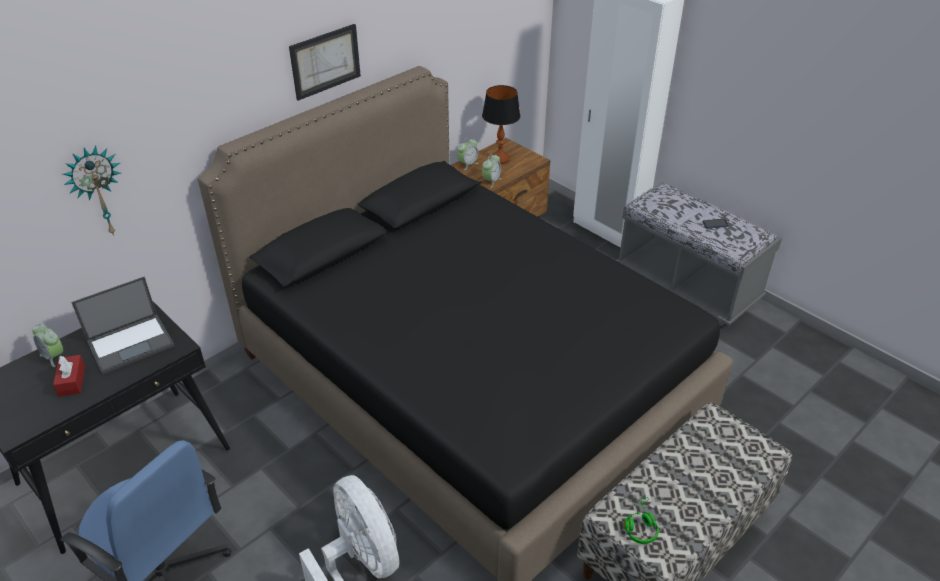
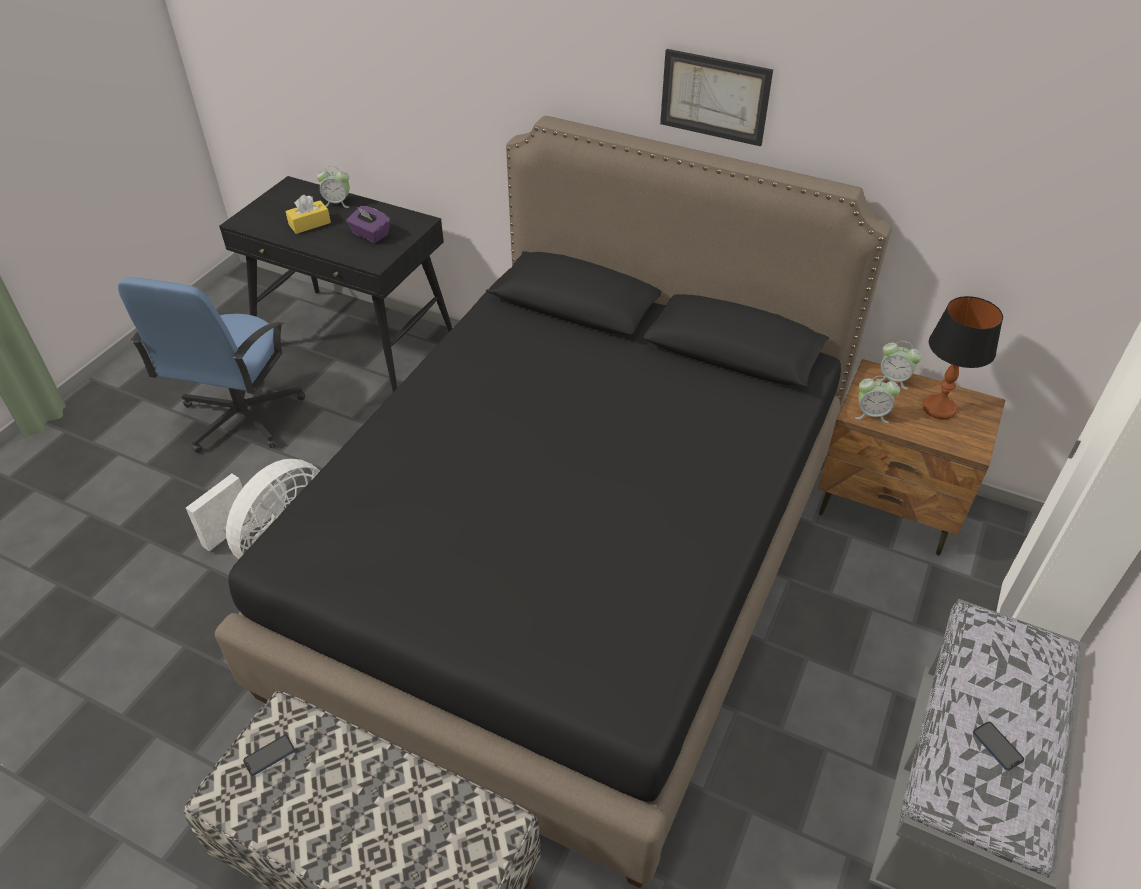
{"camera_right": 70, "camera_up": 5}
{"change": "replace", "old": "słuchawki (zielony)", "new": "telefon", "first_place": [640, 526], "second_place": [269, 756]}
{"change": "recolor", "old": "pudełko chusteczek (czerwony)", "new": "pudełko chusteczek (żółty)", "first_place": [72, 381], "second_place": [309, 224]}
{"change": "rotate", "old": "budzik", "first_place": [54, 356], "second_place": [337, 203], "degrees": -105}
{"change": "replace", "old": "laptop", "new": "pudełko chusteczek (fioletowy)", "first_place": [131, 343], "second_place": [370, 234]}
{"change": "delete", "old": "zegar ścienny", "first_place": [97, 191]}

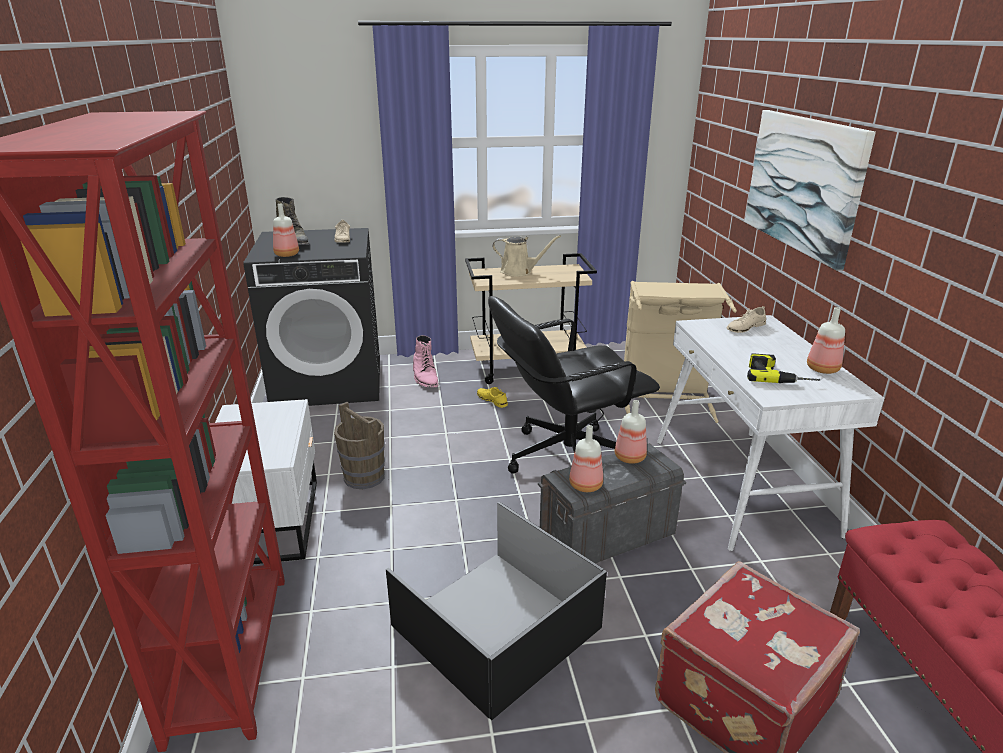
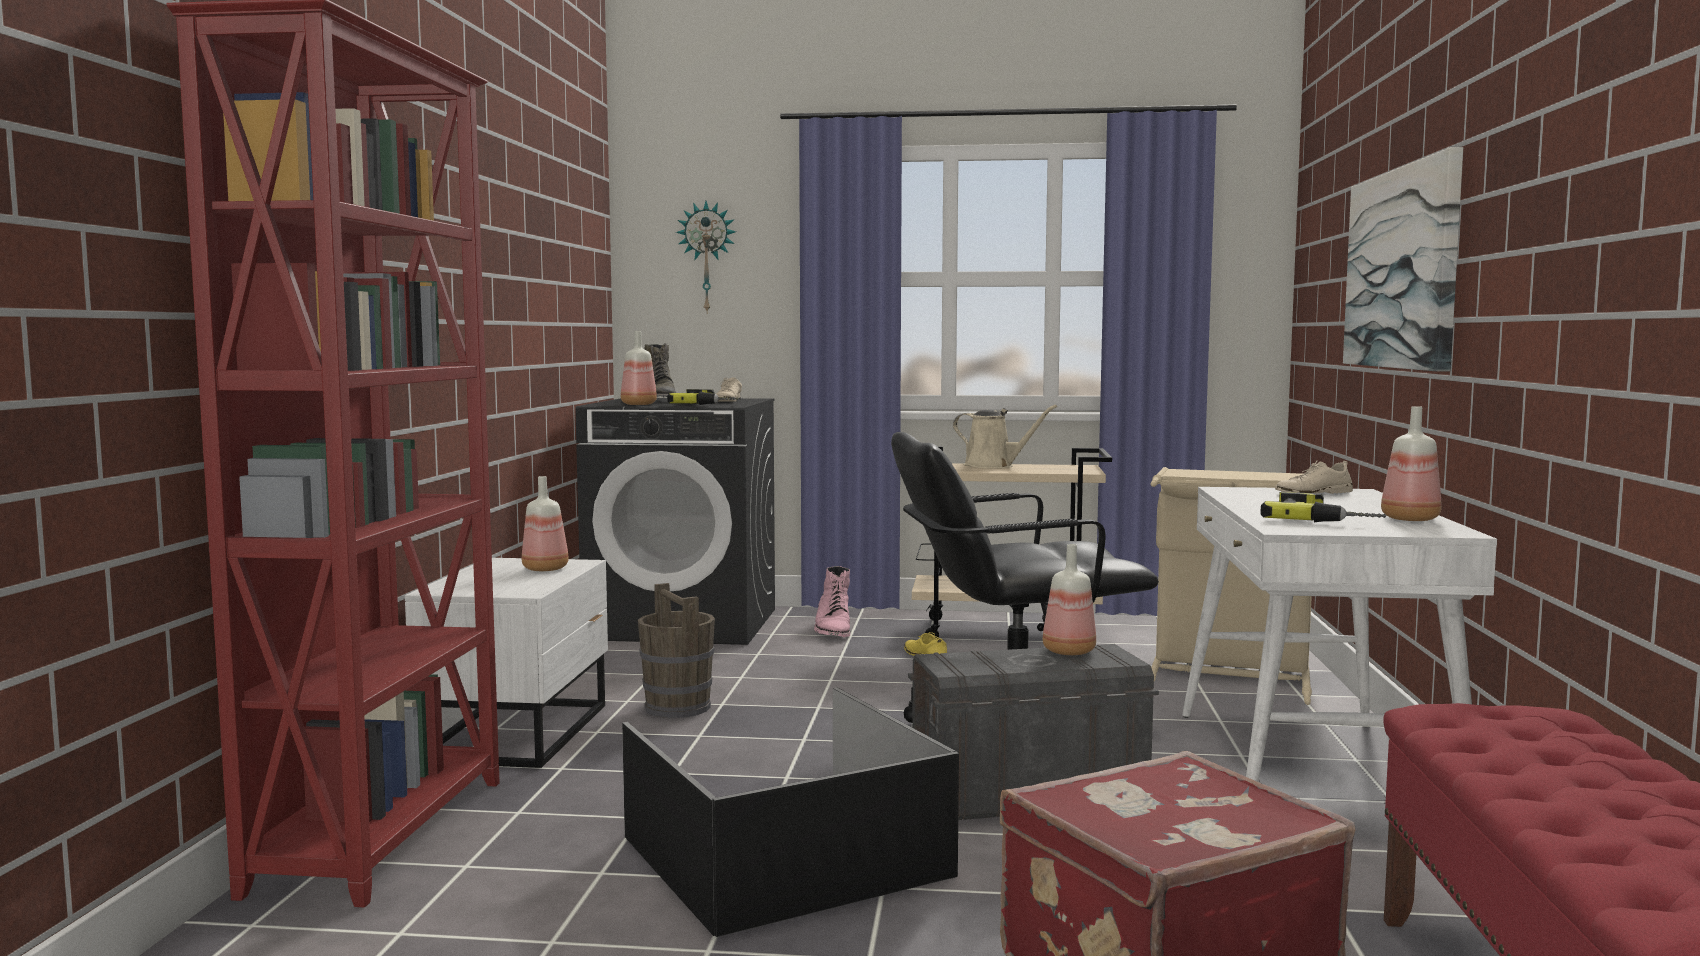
{"camera_right": 15, "camera_up": -20}
{"change": "move", "old": "butelka", "first_place": [585, 485], "second_place": [545, 569]}
{"change": "insert", "new": "wiertarka", "second_place": [710, 404]}
{"change": "insert", "new": "zegar ścienny", "second_place": [707, 257]}

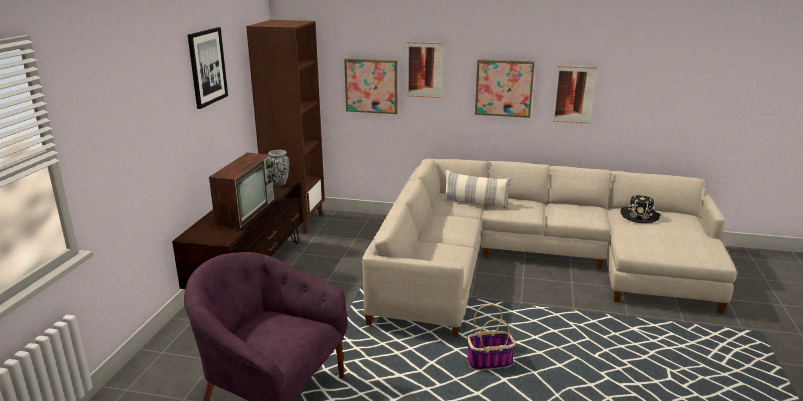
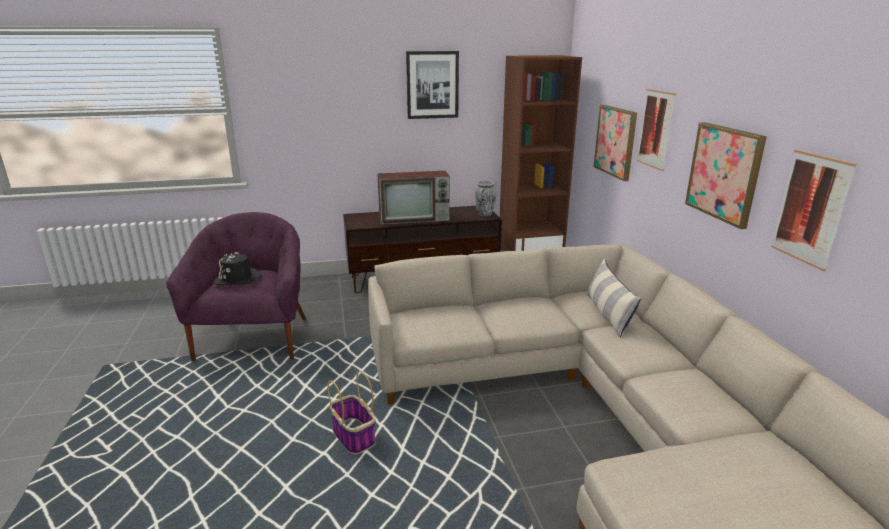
{"camera_right": 65, "camera_up": 0}
{"change": "move", "old": "kapelusz (czarny)", "first_place": [640, 216], "second_place": [237, 278]}

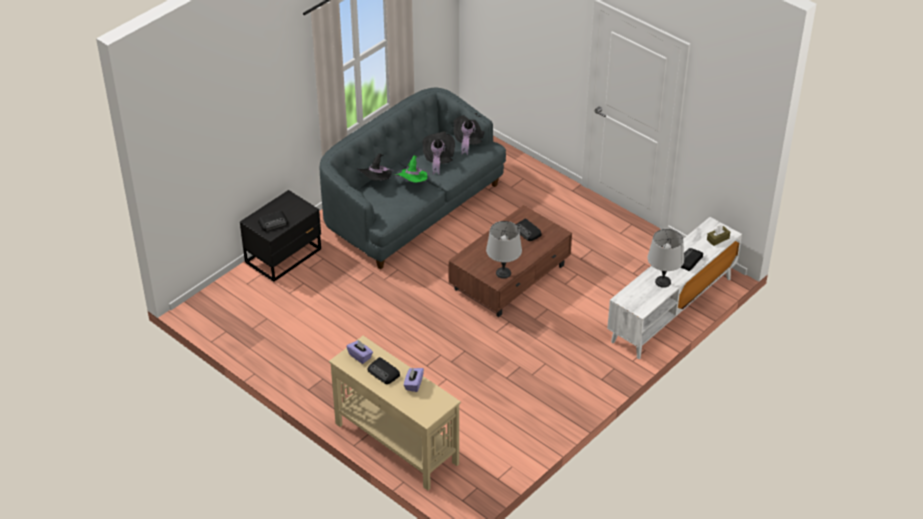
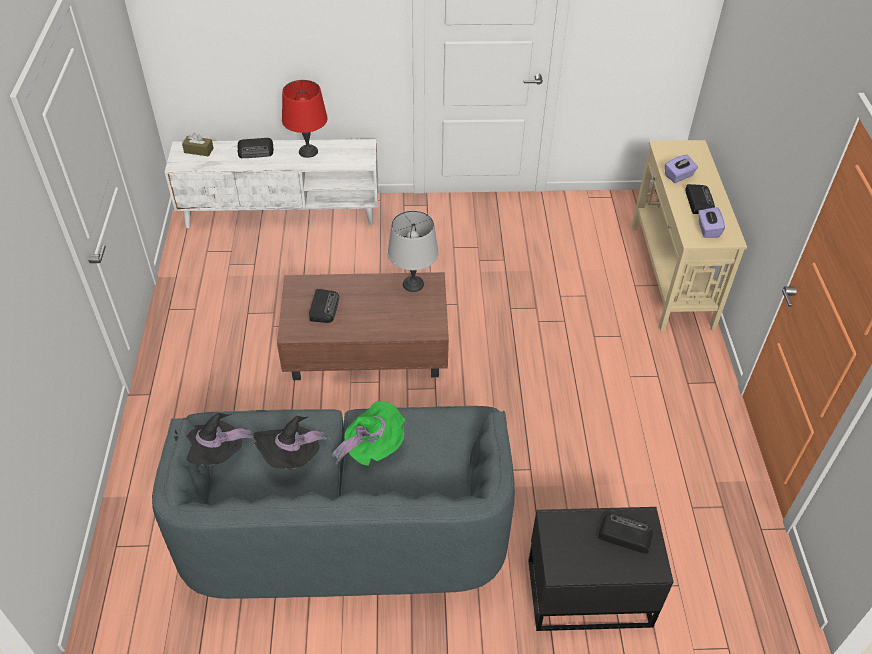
{"camera_right": -135, "camera_up": 5}
{"change": "recolor", "old": "lampa stołowa (szary)", "new": "lampa stołowa (czerwony)", "first_place": [663, 282], "second_place": [308, 151]}
{"change": "delete", "old": "kapelusz (czarny)", "first_place": [376, 182]}

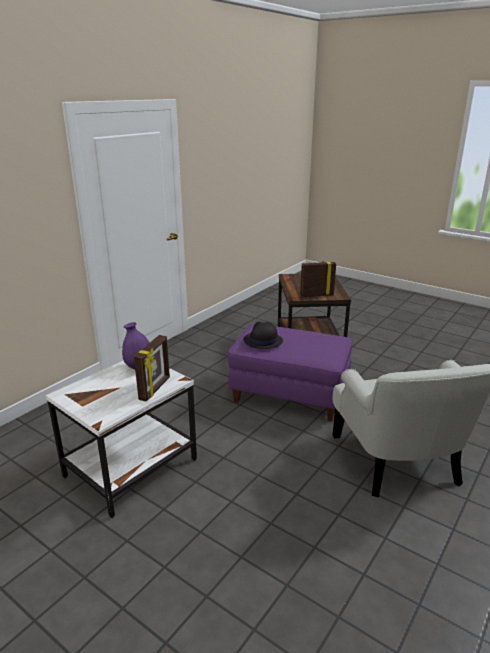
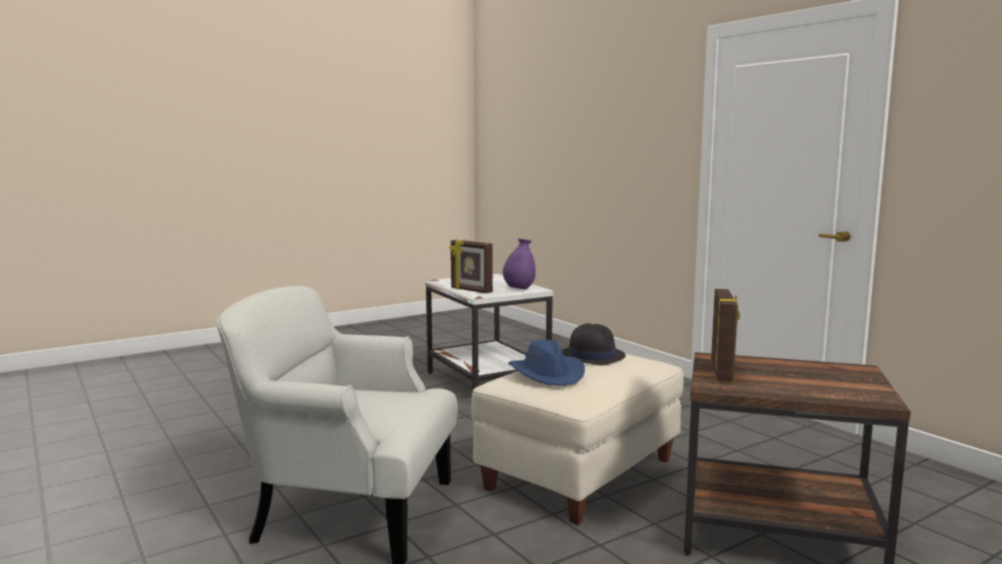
{"camera_right": 110, "camera_up": -15}
{"change": "recolor", "old": "pufa (fioletowy)", "new": "pufa (beżowy)", "first_place": [289, 394], "second_place": [581, 474]}
{"change": "insert", "new": "kapelusz (niebieski)", "second_place": [547, 374]}

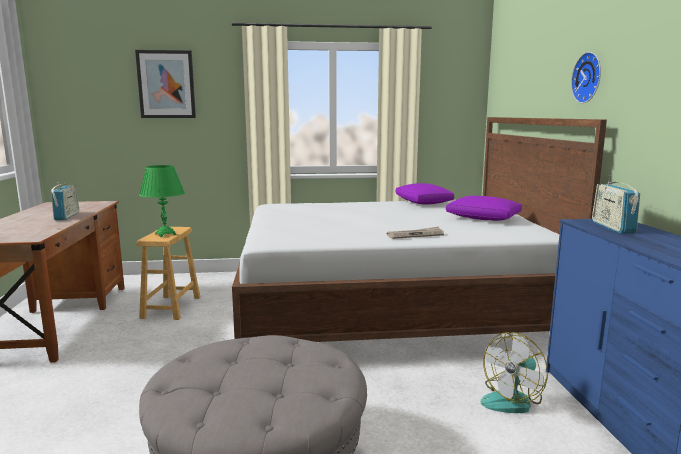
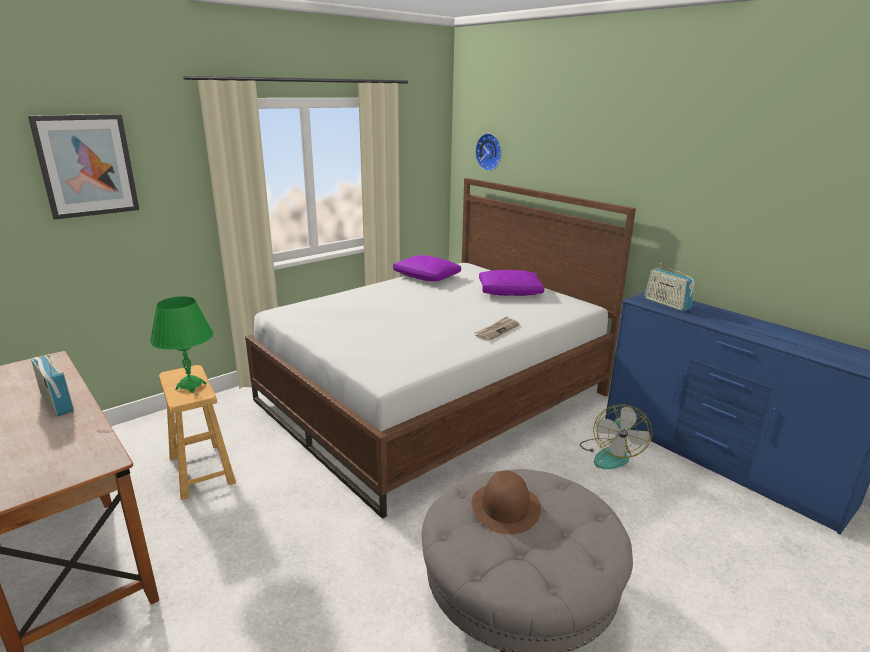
{"camera_right": -35, "camera_up": 10}
{"change": "insert", "new": "kapelusz (brązowy)", "second_place": [505, 507]}
{"change": "move", "old": "zegar ścienny", "first_place": [589, 77], "second_place": [490, 152]}

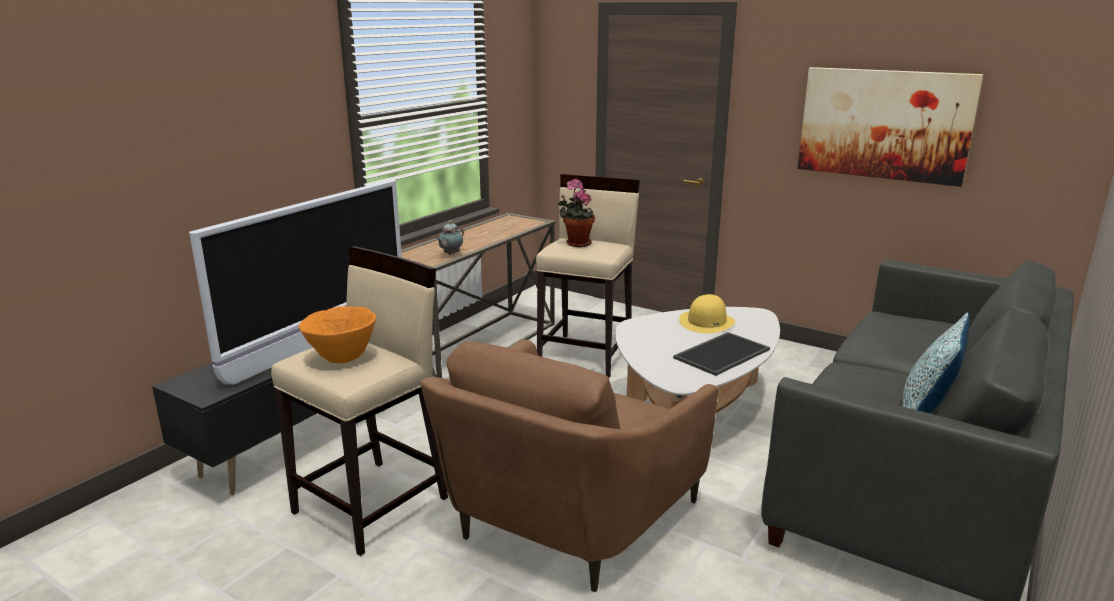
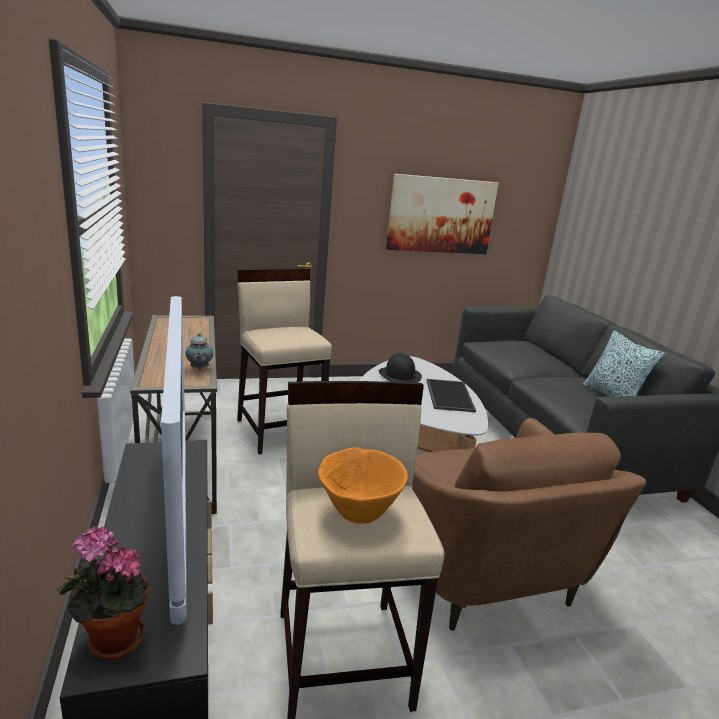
{"camera_right": -50, "camera_up": 0}
{"change": "move", "old": "roślina doniczkowa", "first_place": [576, 243], "second_place": [111, 641]}
{"change": "recolor", "old": "kapelusz (żółty)", "new": "kapelusz (czarny)", "first_place": [706, 322], "second_place": [400, 375]}

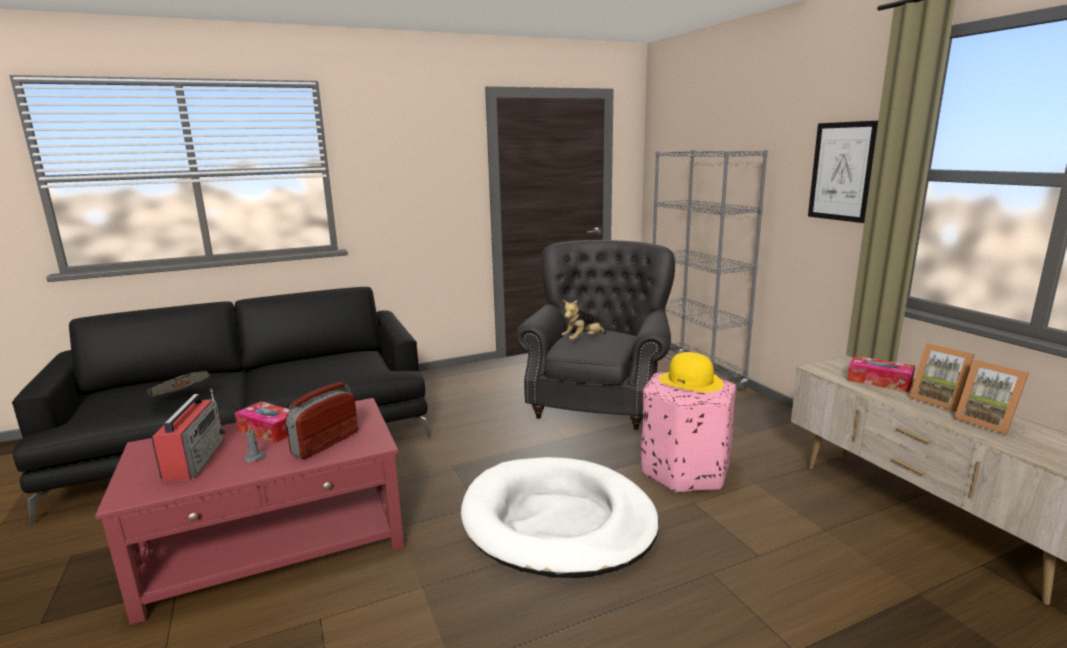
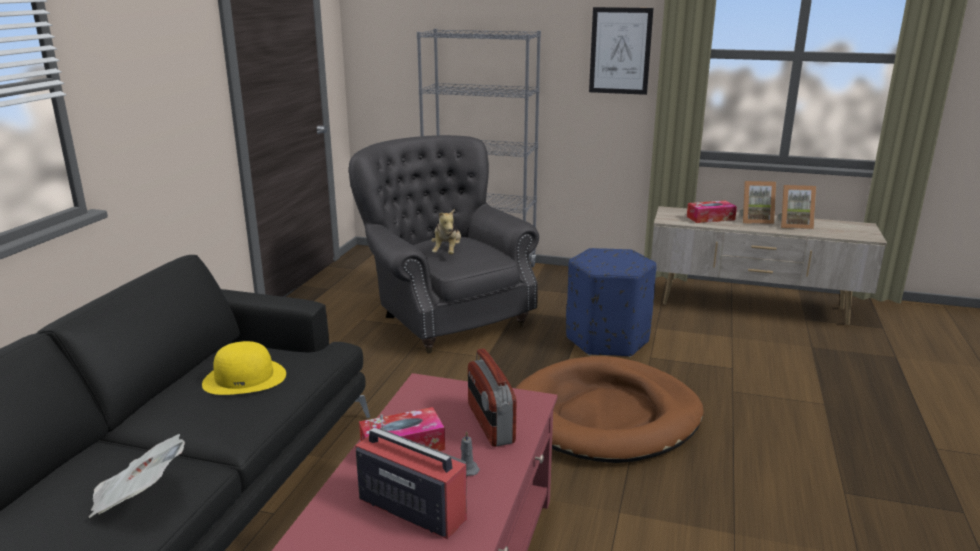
{"camera_right": -50, "camera_up": 5}
{"change": "move", "old": "kapelusz (żółty)", "first_place": [691, 381], "second_place": [245, 378]}
{"change": "recolor", "old": "legowisko (biały)", "new": "legowisko (brązowy)", "first_place": [558, 521], "second_place": [606, 415]}
{"change": "recolor", "old": "pufa (różowy)", "new": "pufa (niebieski)", "first_place": [685, 471], "second_place": [608, 340]}

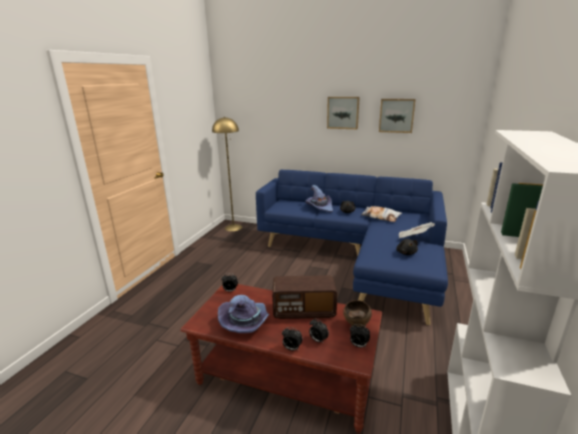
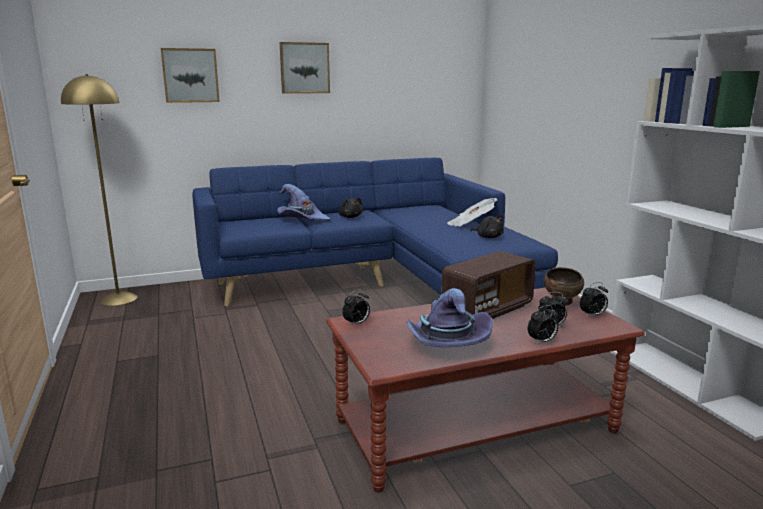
{"camera_right": -40, "camera_up": -5}
{"change": "move", "old": "obraz", "first_place": [396, 115], "second_place": [190, 75]}
{"change": "delete", "old": "poduszka", "first_place": [380, 217]}

